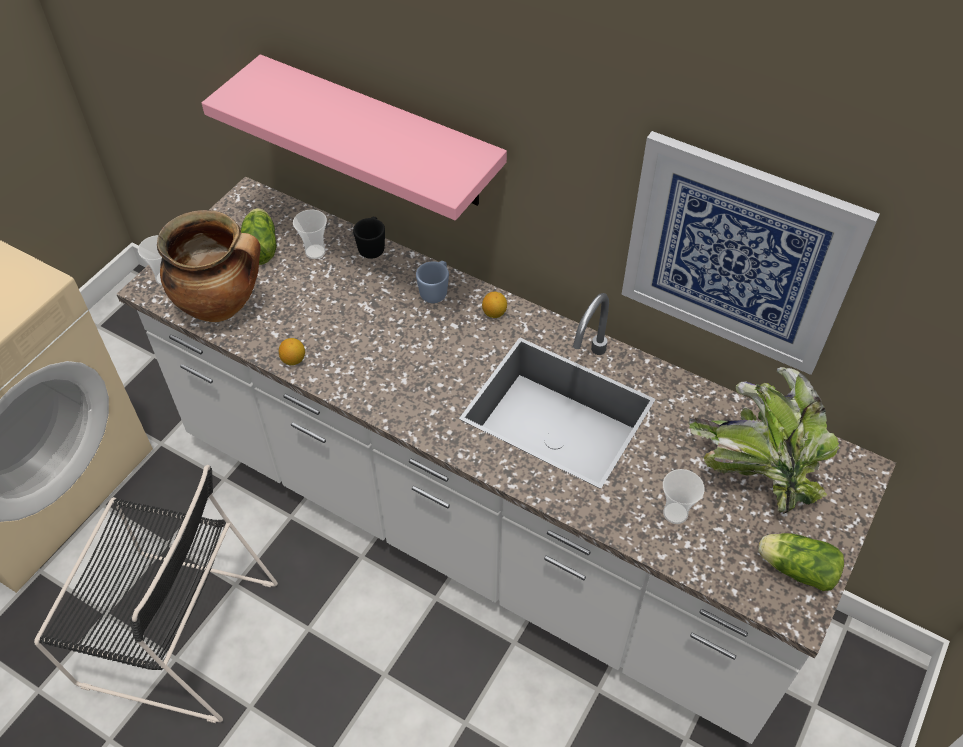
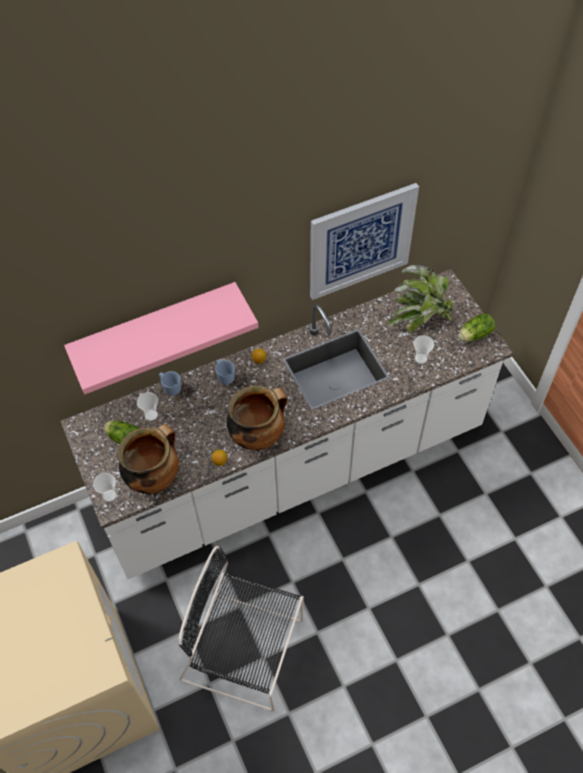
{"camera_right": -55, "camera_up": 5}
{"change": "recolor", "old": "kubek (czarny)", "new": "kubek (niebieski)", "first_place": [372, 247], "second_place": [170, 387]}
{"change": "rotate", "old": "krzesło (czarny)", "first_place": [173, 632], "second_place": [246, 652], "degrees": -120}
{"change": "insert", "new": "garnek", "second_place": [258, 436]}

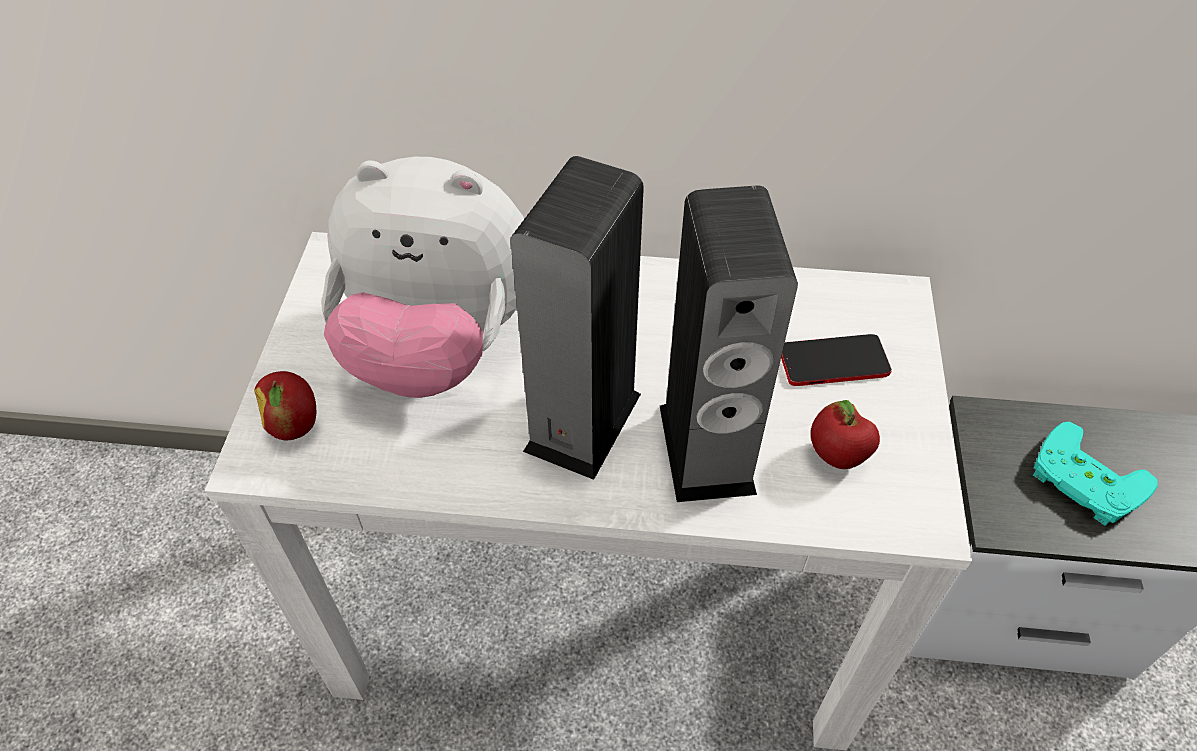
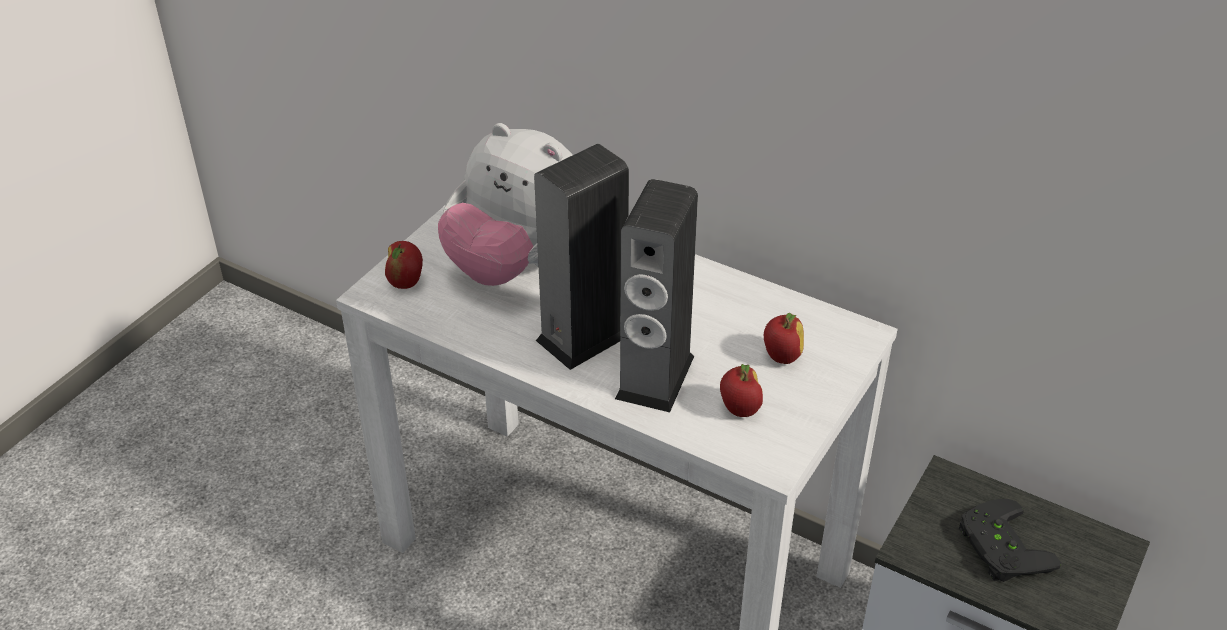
{"camera_right": 25, "camera_up": -10}
{"change": "replace", "old": "telefon", "new": "jabłko", "first_place": [833, 362], "second_place": [781, 357]}
{"change": "recolor", "old": "pad do gier (turkusowy)", "new": "pad do gier (czarny)", "first_place": [1082, 482], "second_place": [999, 547]}

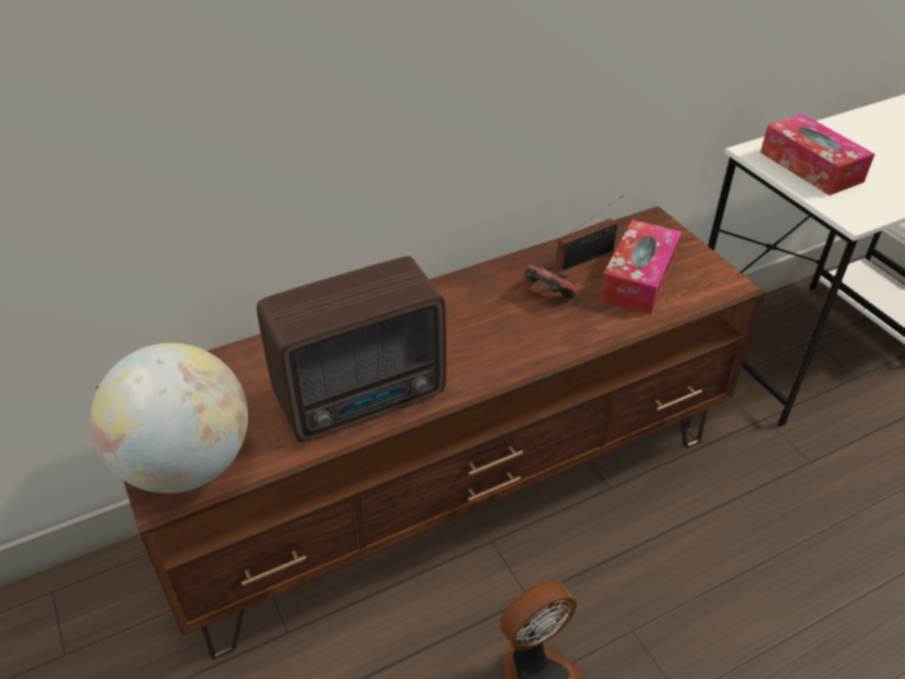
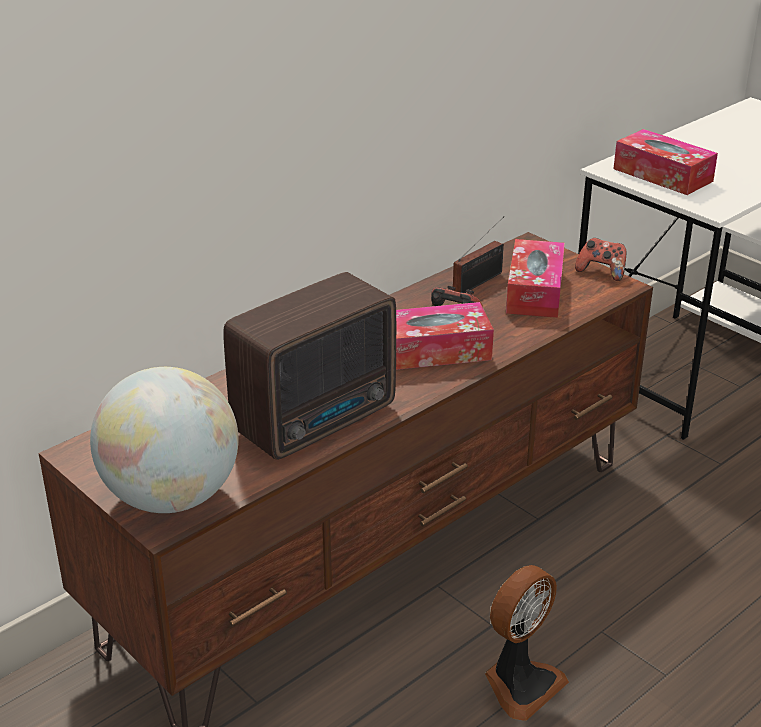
{"camera_right": -15, "camera_up": -10}
{"change": "insert", "new": "pudełko chusteczek", "second_place": [434, 350]}
{"change": "insert", "new": "pad do gier", "second_place": [601, 272]}

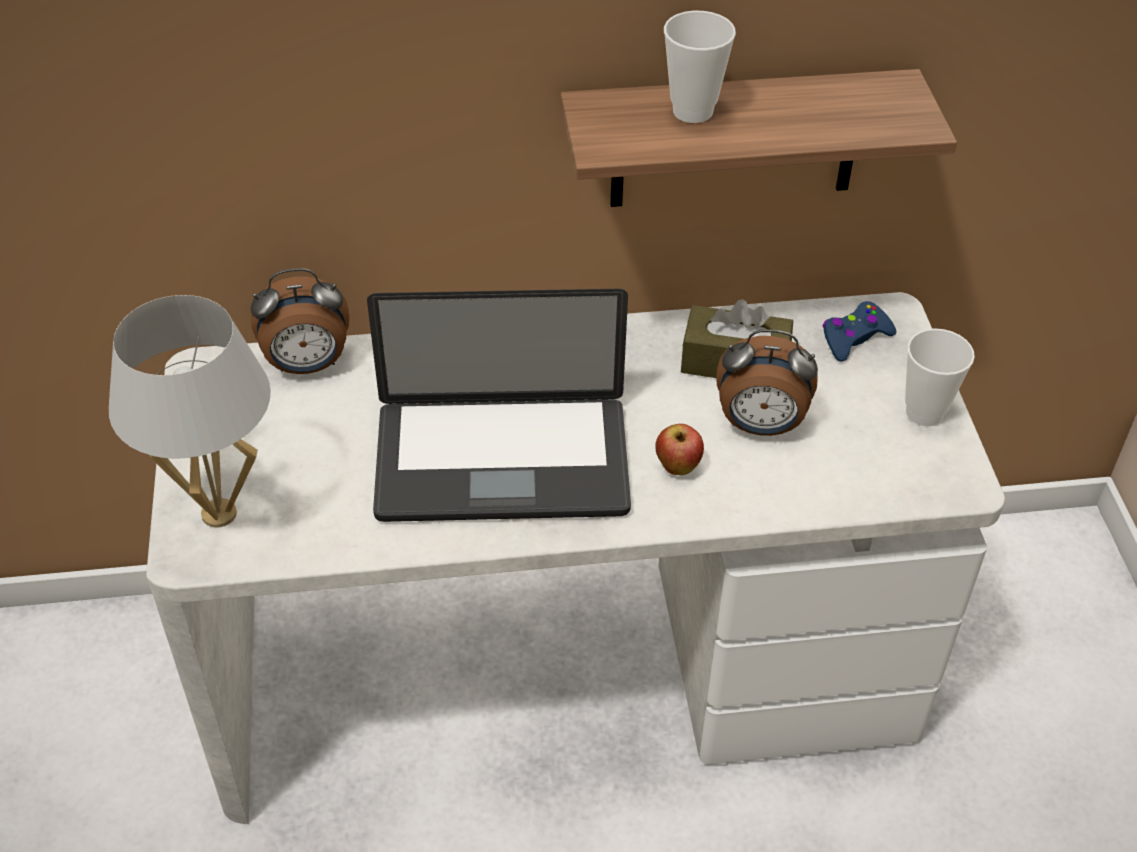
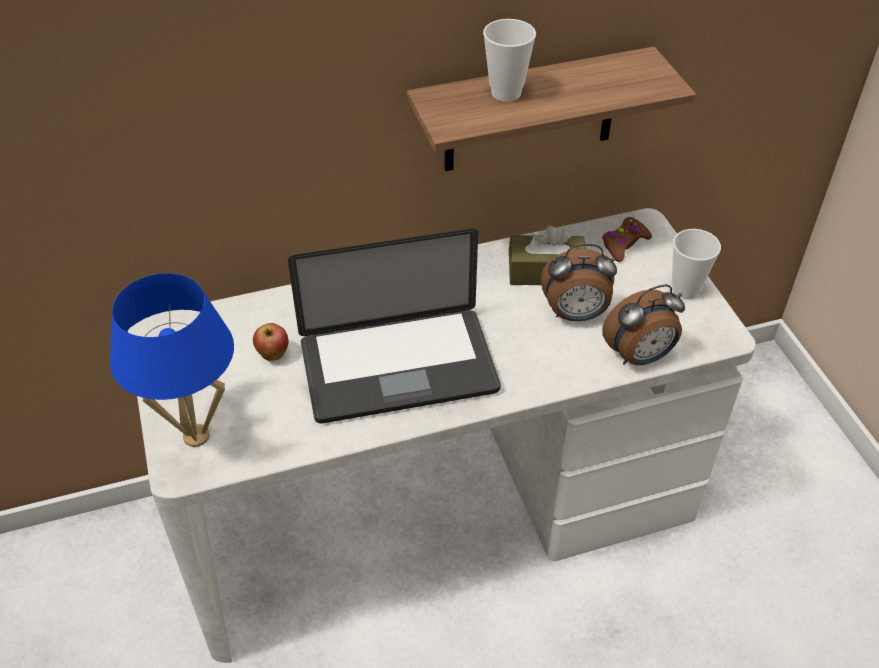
{"camera_right": -10, "camera_up": 0}
{"change": "recolor", "old": "lampa stołowa (biały)", "new": "lampa stołowa (niebieski)", "first_place": [218, 514], "second_place": [195, 436]}
{"change": "move", "old": "jabłko", "first_place": [677, 467], "second_place": [273, 355]}
{"change": "recolor", "old": "pad do gier (niebieski)", "new": "pad do gier (brązowy)", "first_place": [854, 338], "second_place": [624, 244]}
{"change": "move", "old": "budzik", "first_place": [307, 365], "second_place": [639, 357]}

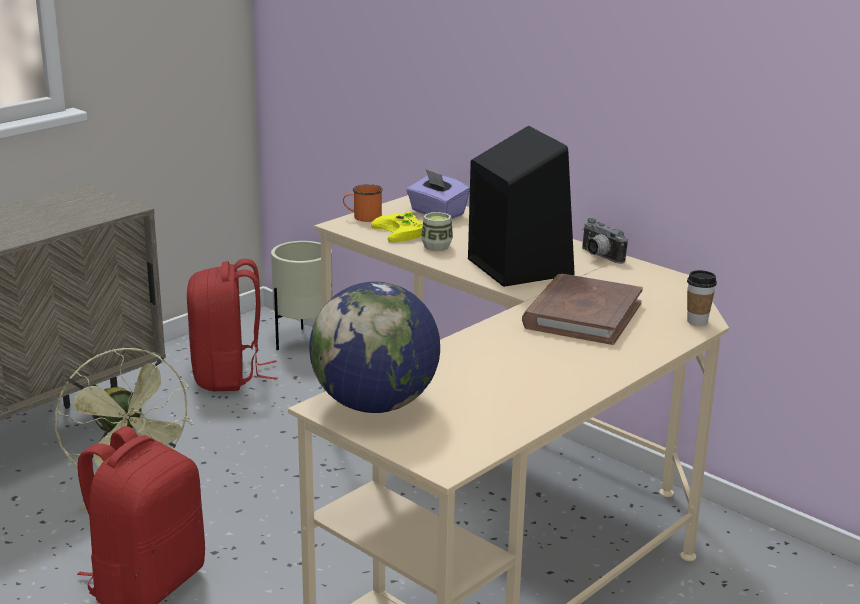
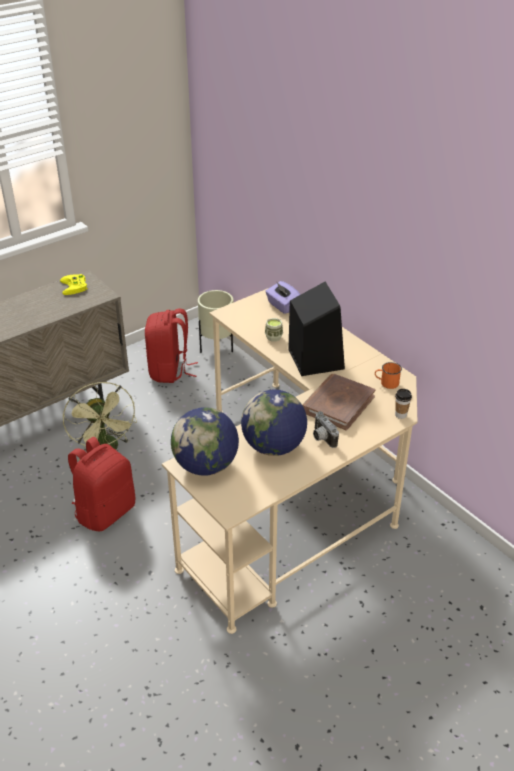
{"camera_right": 10, "camera_up": 15}
{"change": "move", "old": "pad do gier (żółty)", "first_place": [403, 232], "second_place": [75, 287]}
{"change": "insert", "new": "globus", "second_place": [273, 447]}
{"change": "move", "old": "aparat fotograficzny", "first_place": [598, 256], "second_place": [322, 438]}
{"change": "move", "old": "kubek (pomarańczowy)", "first_place": [363, 217], "second_place": [386, 383]}

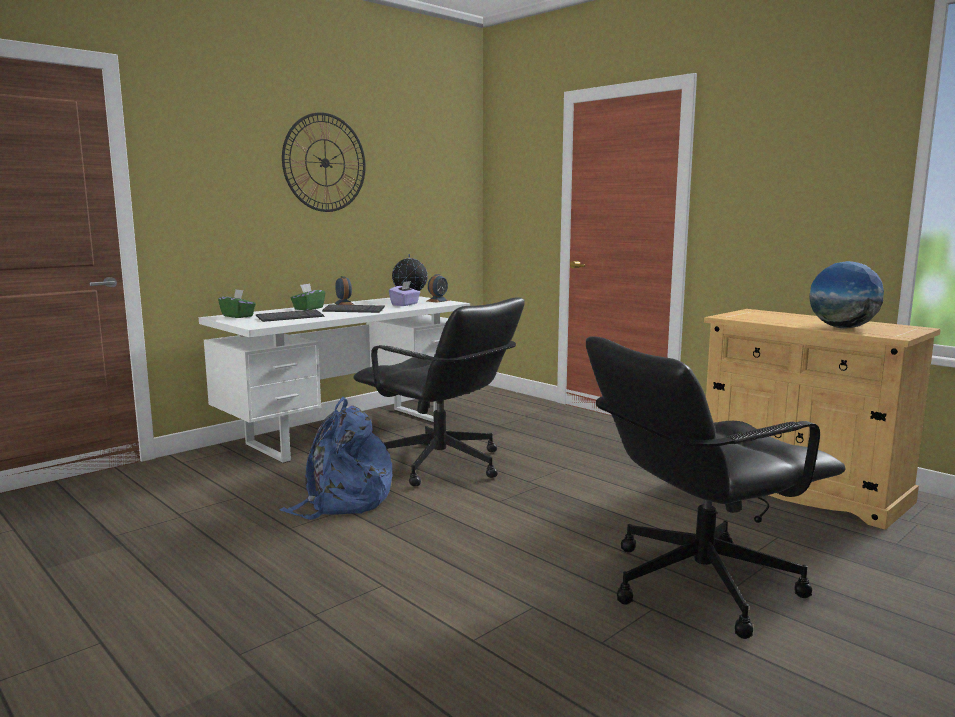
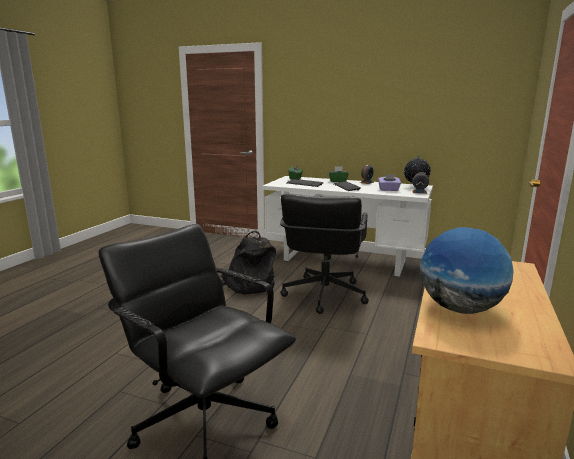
{"camera_right": 65, "camera_up": 5}
{"change": "recolor", "old": "plecak (niebieski)", "new": "plecak (czarny)", "first_place": [342, 501], "second_place": [249, 285]}
{"change": "delete", "old": "zegar ścienny", "first_place": [325, 163]}

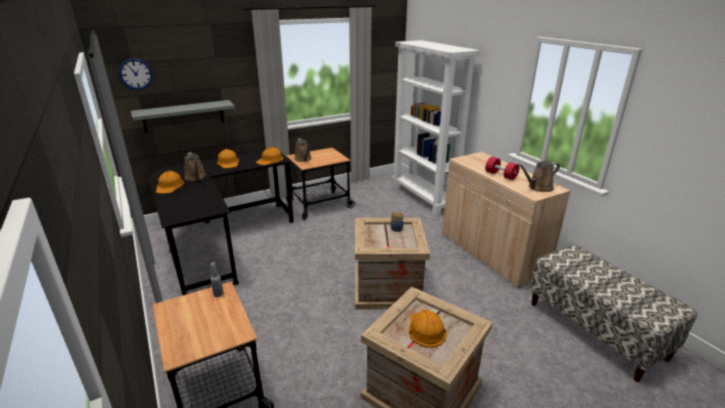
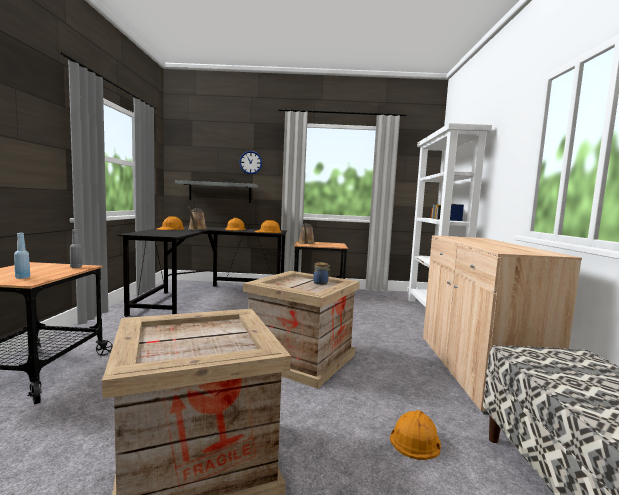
{"camera_right": 30, "camera_up": -20}
{"change": "insert", "new": "butelka (niebieski)", "second_place": [22, 278]}
{"change": "move", "old": "zegar ścienny", "first_place": [136, 74], "second_place": [250, 162]}
{"change": "move", "old": "kask (pomarańczowy)", "first_place": [426, 329], "second_place": [415, 438]}
{"change": "delete", "old": "hantel (czerwony)", "first_place": [500, 175]}
{"change": "delete", "old": "konewka (brązowy)", "first_place": [538, 188]}

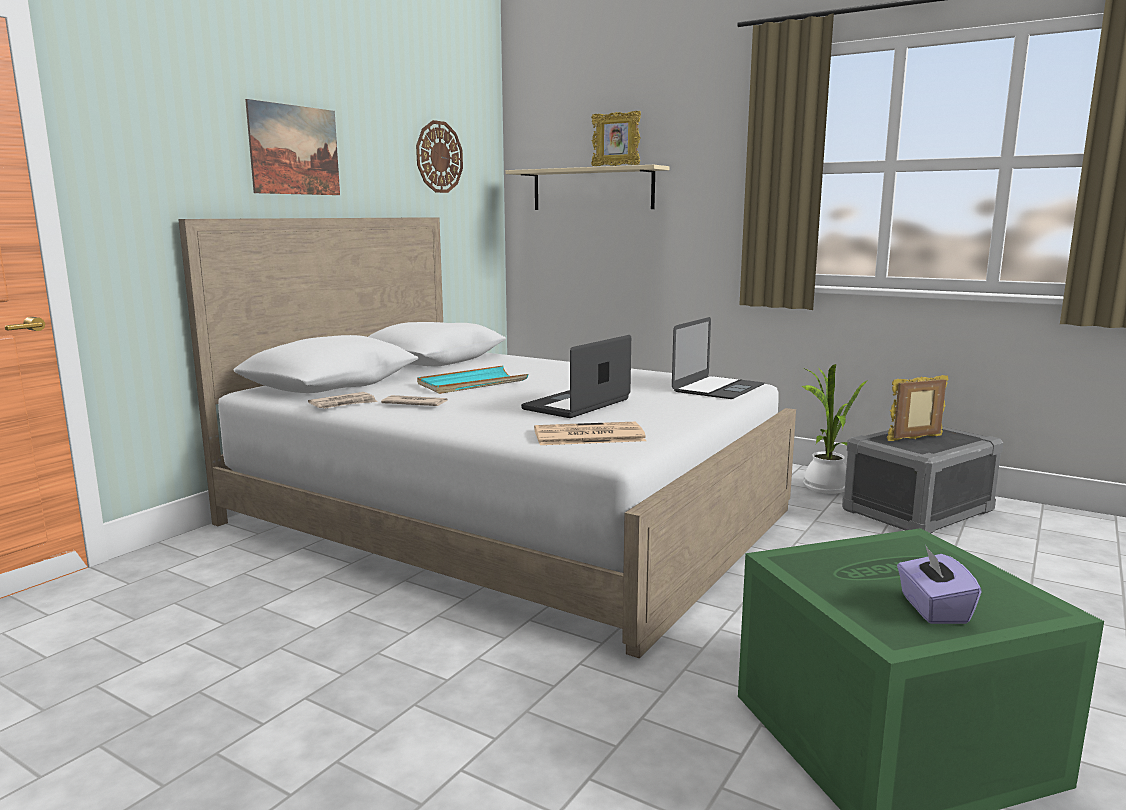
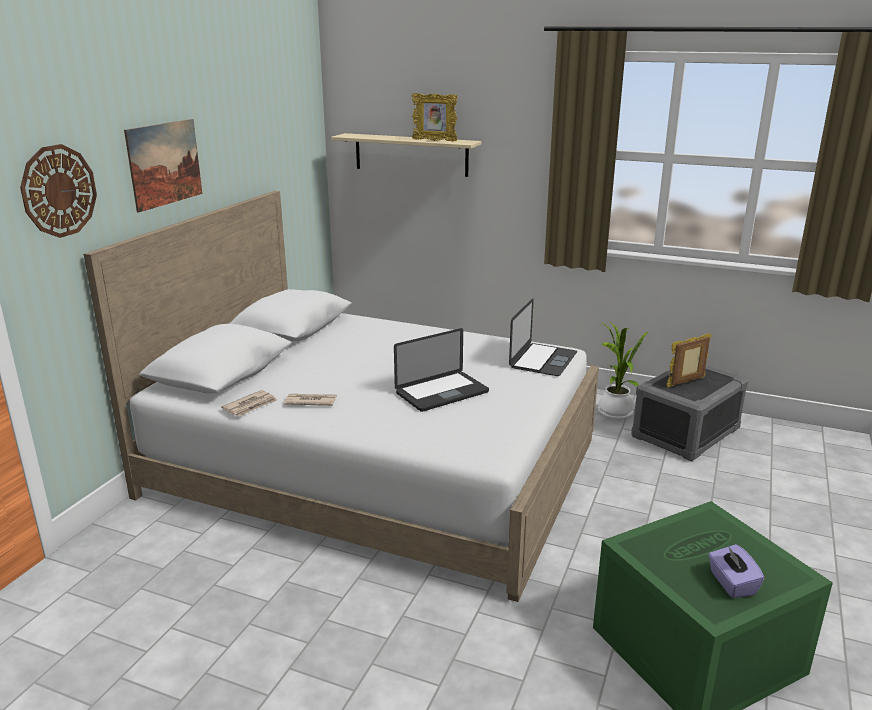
{"camera_right": -10, "camera_up": 10}
{"change": "move", "old": "zegar ścienny", "first_place": [439, 157], "second_place": [59, 191]}
{"change": "rotate", "old": "laptop", "first_place": [577, 404], "second_place": [442, 393], "degrees": -150}
{"change": "delete", "old": "taca (turkusowy)", "first_place": [472, 384]}
{"change": "delete", "old": "gazeta", "first_place": [587, 436]}

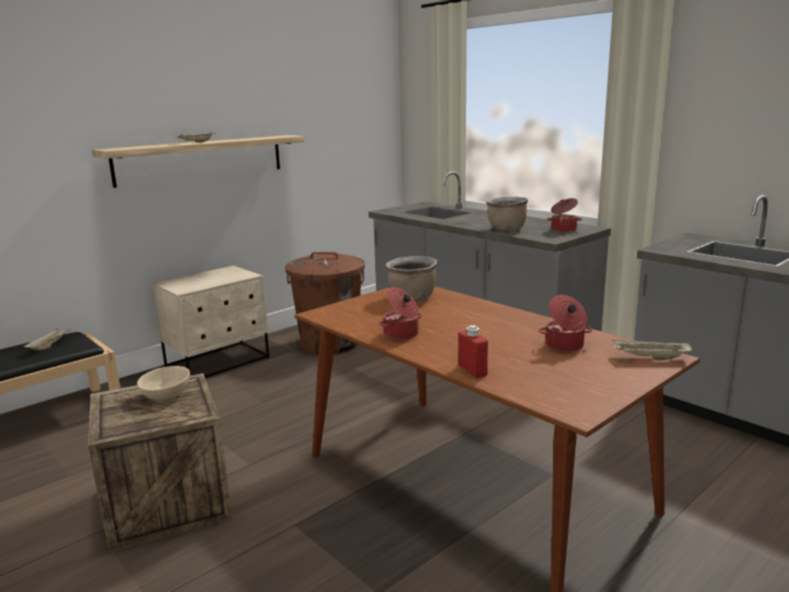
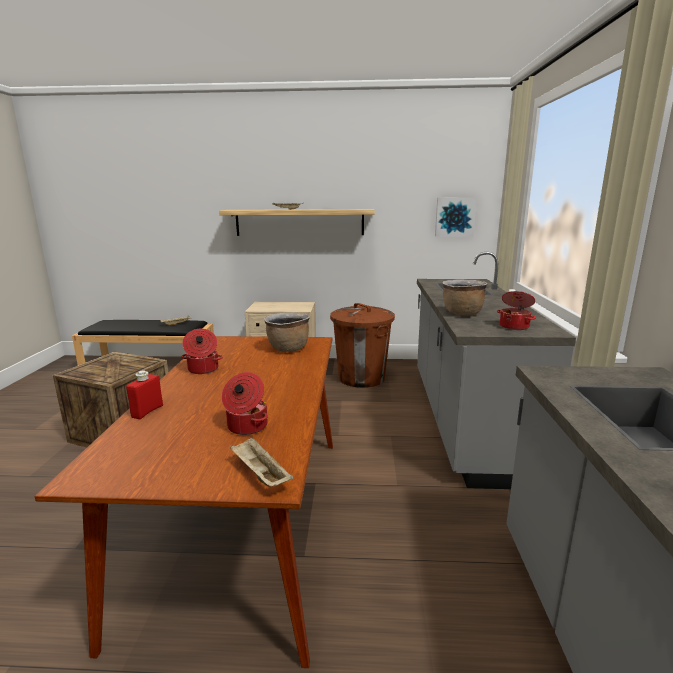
{"camera_right": 45, "camera_up": 0}
{"change": "insert", "new": "obraz", "second_place": [455, 217]}
{"change": "delete", "old": "miska (beżowy)", "first_place": [166, 395]}

